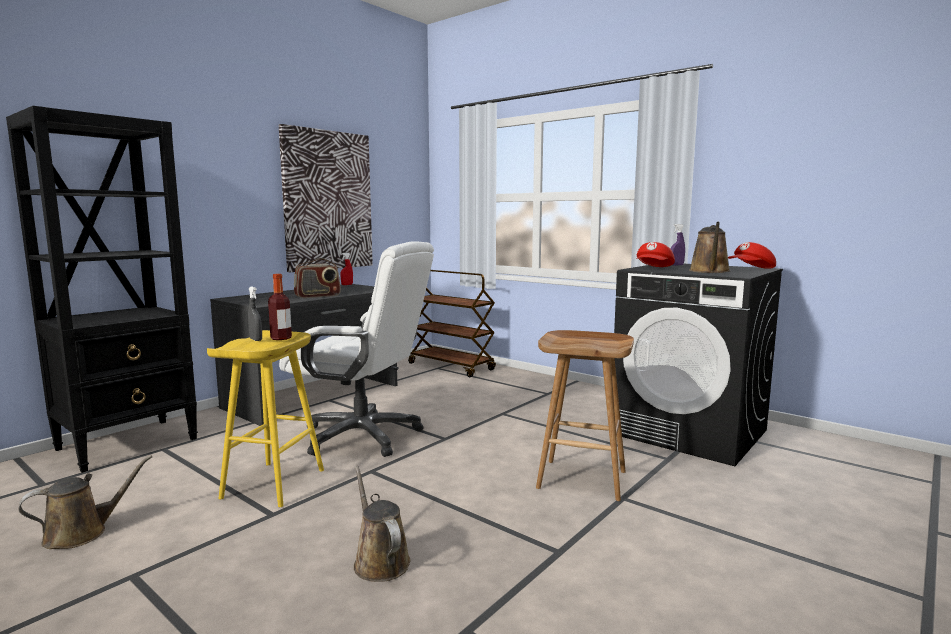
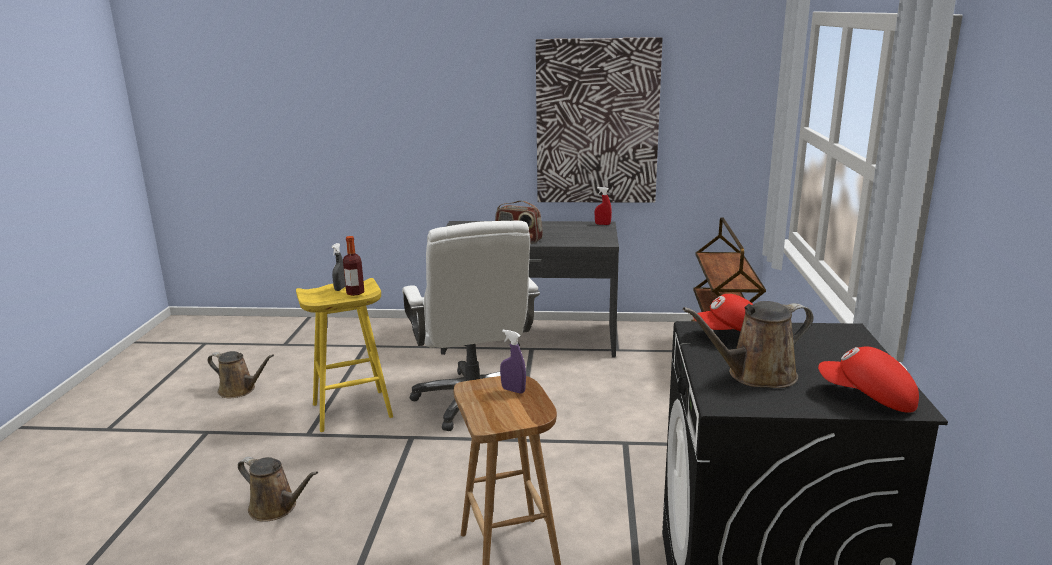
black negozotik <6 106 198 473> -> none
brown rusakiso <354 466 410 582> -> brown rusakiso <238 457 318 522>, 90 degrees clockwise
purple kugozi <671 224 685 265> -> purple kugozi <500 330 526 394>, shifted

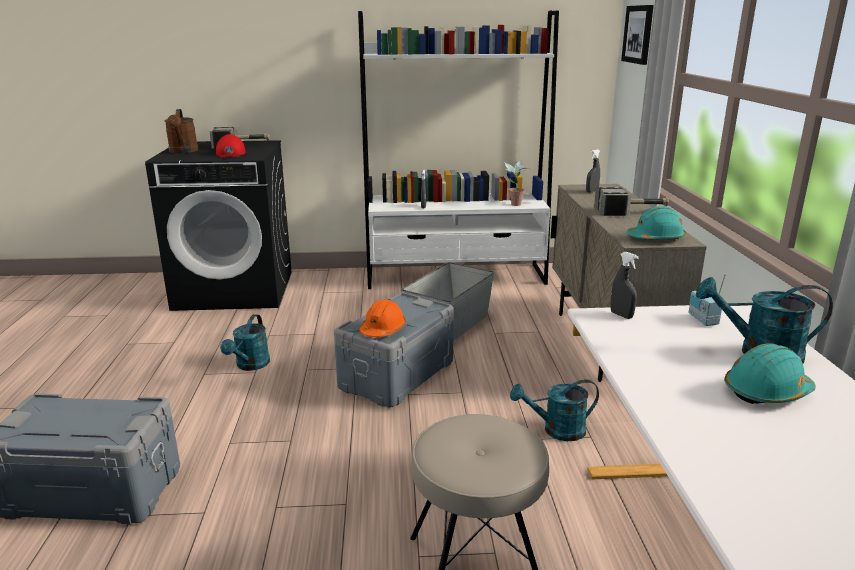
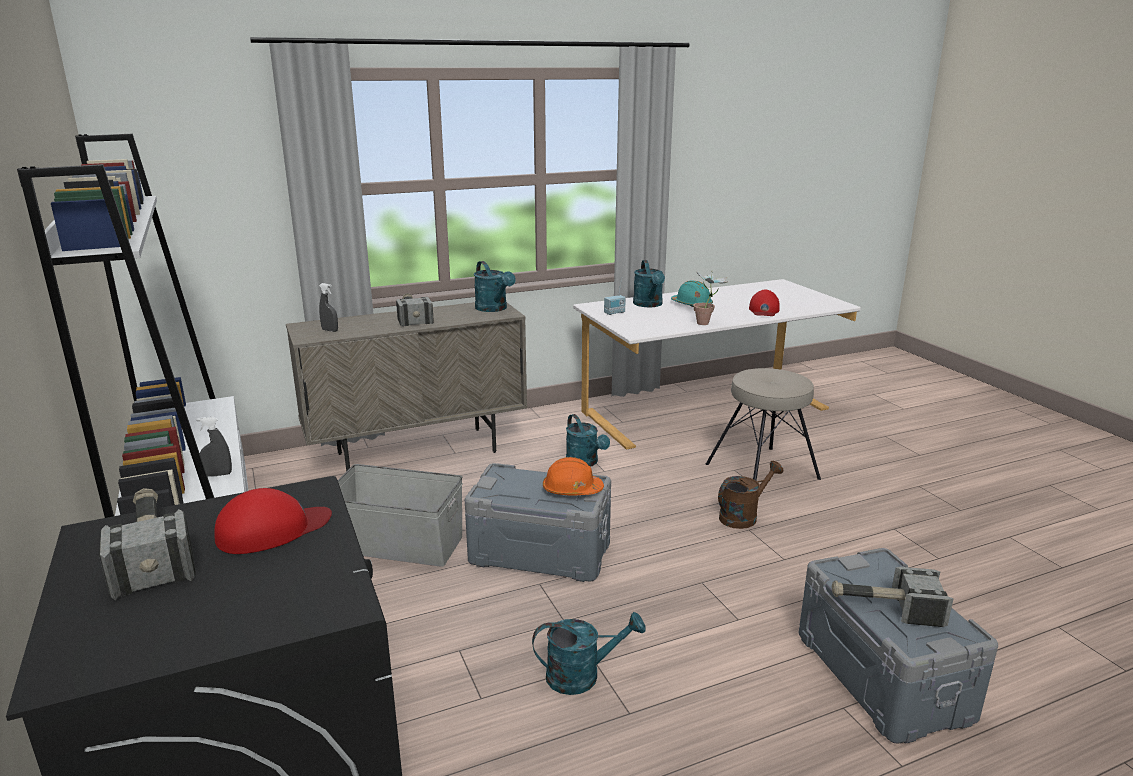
brown rusakiso <165 109 198 153> -> brown rusakiso <718 461 783 529>, shifted
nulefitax <504 159 529 206> -> nulefitax <693 271 729 325>, shifted
grey kugozi <610 252 639 319> -> none
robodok <621 5 654 65> -> none
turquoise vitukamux <627 206 686 240> -> turquoise rusakiso <474 261 516 312>
none -> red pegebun <749 290 780 316>
none -> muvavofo <832 567 954 627>

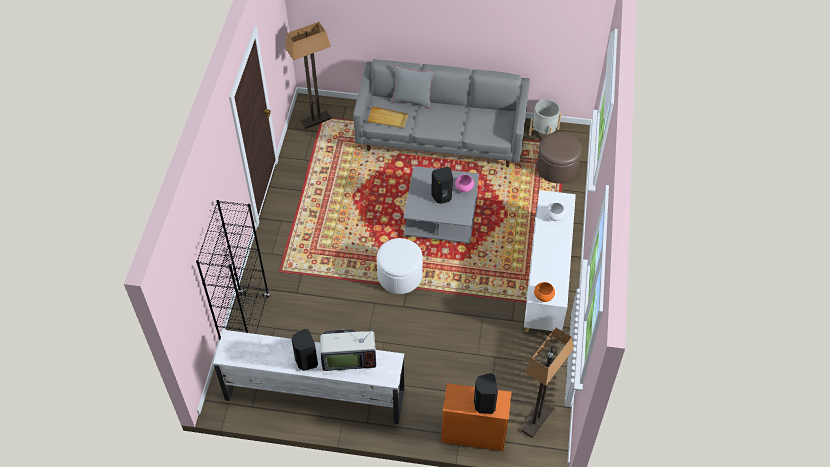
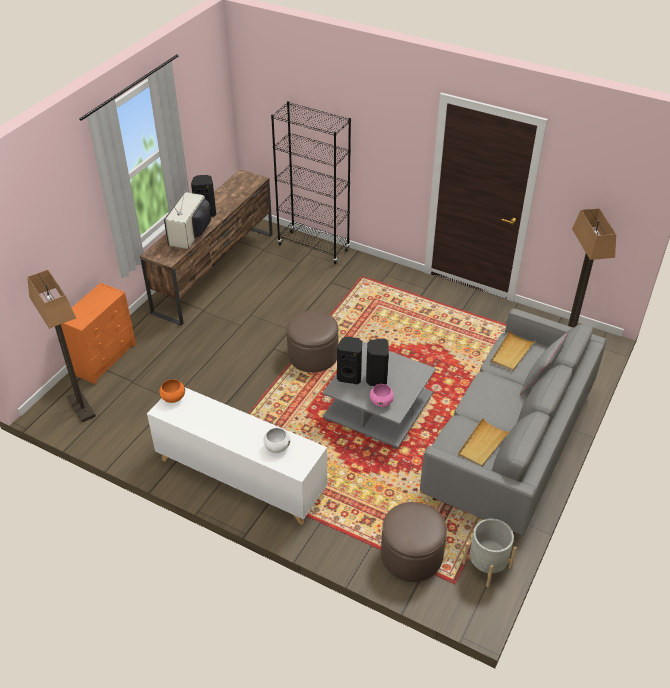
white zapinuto <213 330 404 424> -> brown zapinuto <140 169 273 326>
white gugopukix <377 238 423 294> -> brown gugopukix <287 311 338 372>
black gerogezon <474 373 498 414> -> black gerogezon <337 337 362 384>, shifted
none -> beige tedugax <458 418 510 467>

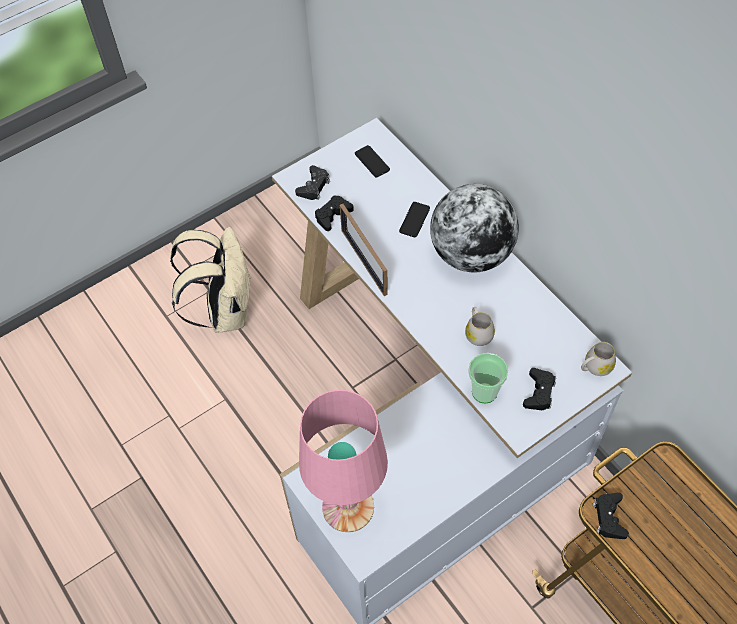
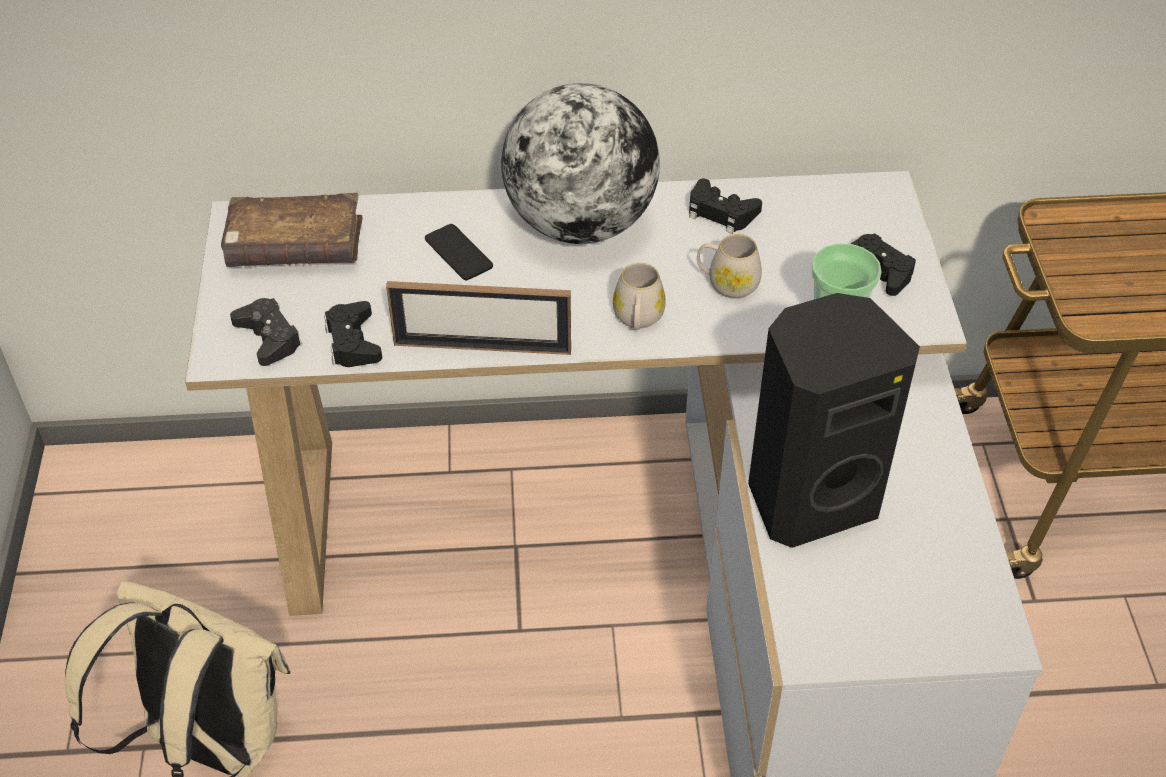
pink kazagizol <299 390 388 532> -> none
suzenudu <355 145 390 178> -> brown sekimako <221 193 362 267>
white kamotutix <581 342 616 376> -> white kamotutix <613 263 666 330>, shifted
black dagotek <593 492 629 539> -> black dagotek <689 178 762 234>, shifted
none -> black gerogezon <748 293 920 548>

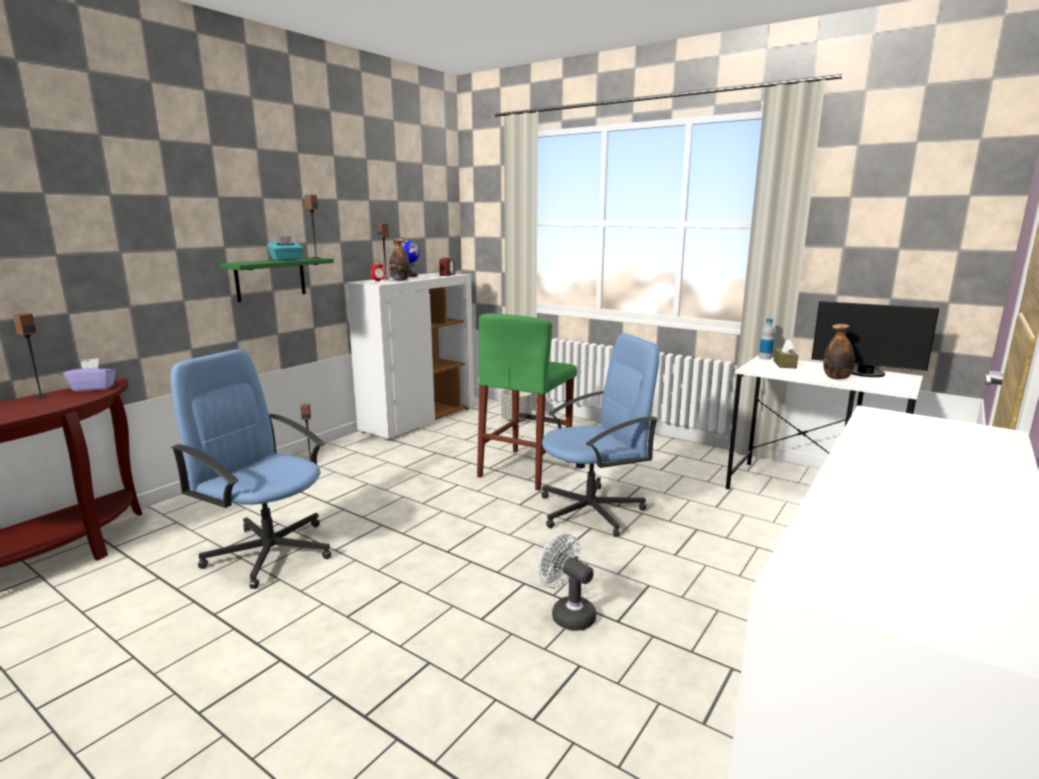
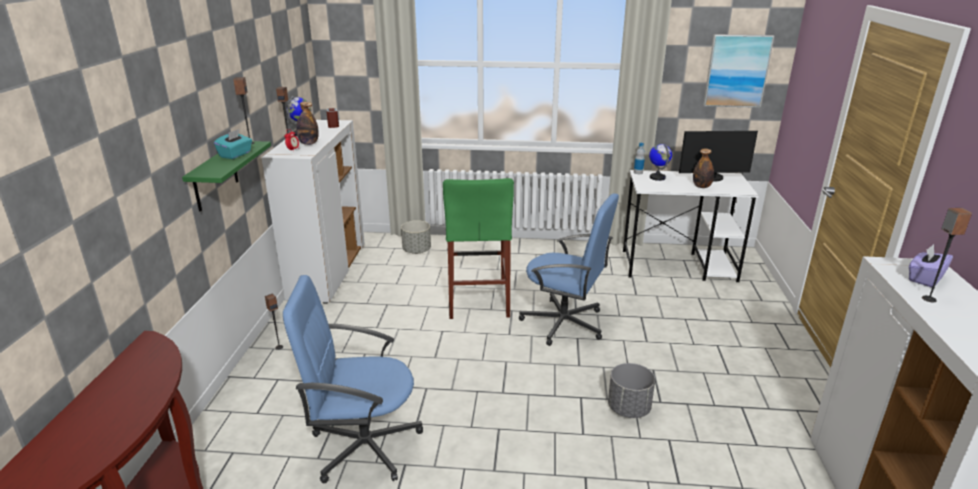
gerogezon <13 313 48 399> -> gerogezon <922 208 972 302>, shifted
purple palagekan <63 358 116 391> -> purple palagekan <909 244 953 288>, shifted
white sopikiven <537 533 596 631> -> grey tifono <608 363 655 418>
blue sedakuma <542 333 660 537> -> blue sedakuma <519 193 619 346>, 75 degrees clockwise
brown palagekan <773 339 798 368> -> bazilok <649 143 672 181>
none -> robodok <703 34 774 108>

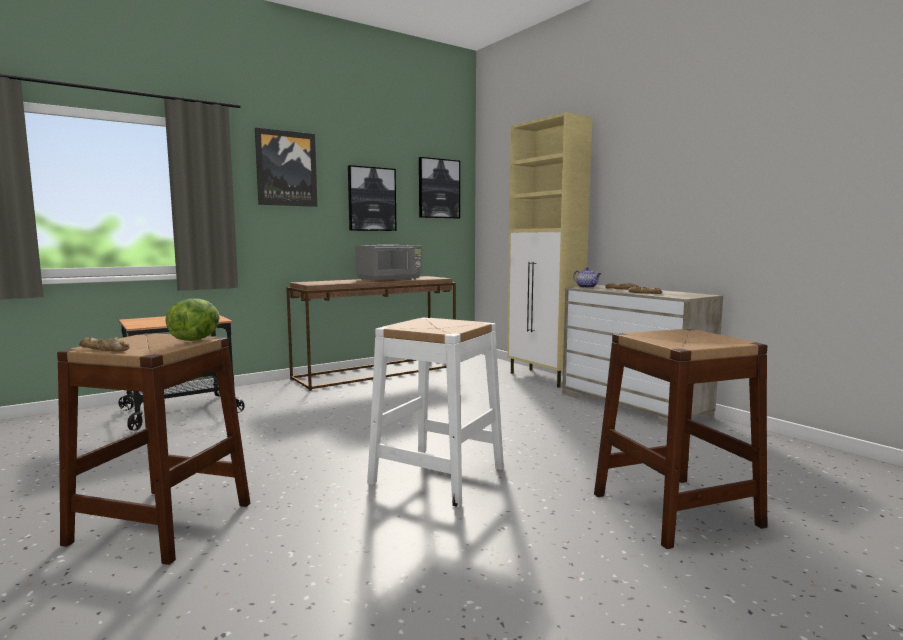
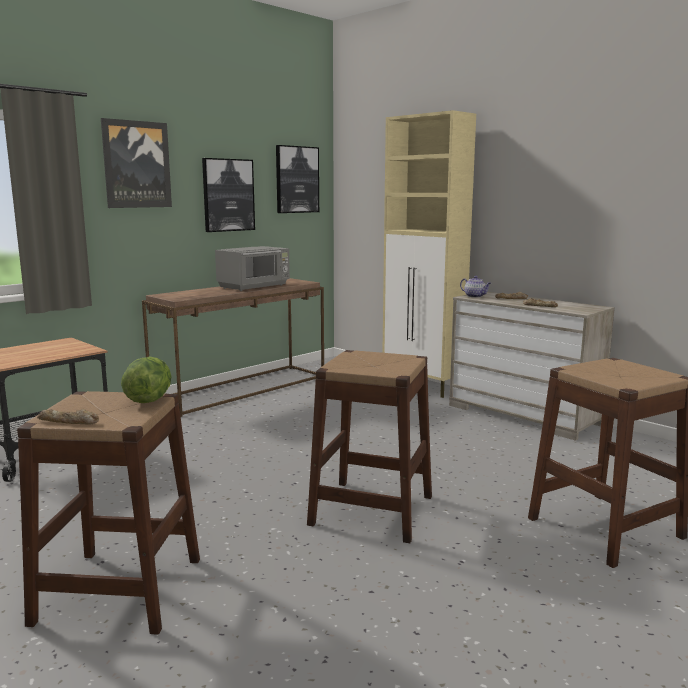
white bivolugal <367 318 504 507> -> brown bivolugal <307 350 432 543>

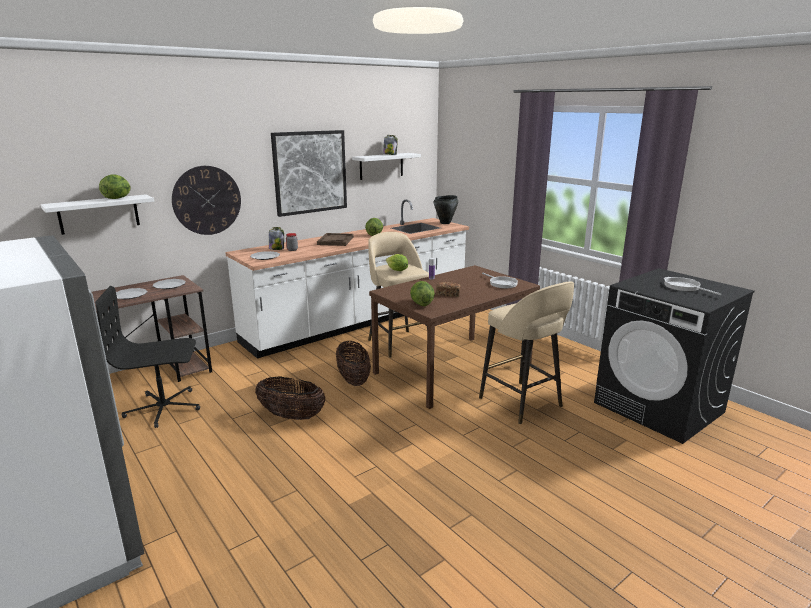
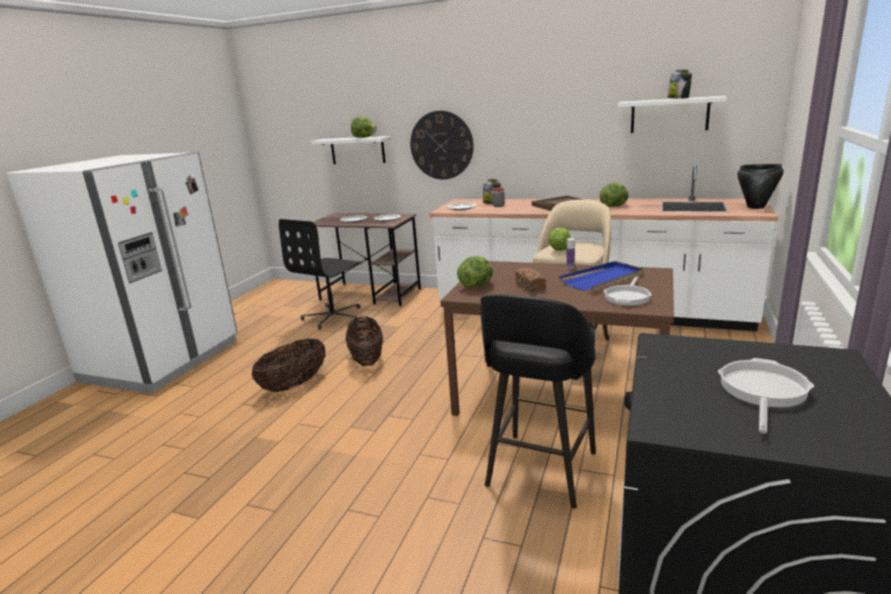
black sedakuma <95 286 200 428> -> black sedakuma <279 219 362 329>, 105 degrees counterclockwise
robodok <271 130 347 217> -> none
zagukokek <336 341 371 386> -> zagukokek <252 339 326 392>, shifted
beige bivolugal <479 282 574 424> -> black bivolugal <480 294 596 509>
none -> blue tedugax <559 261 644 291>

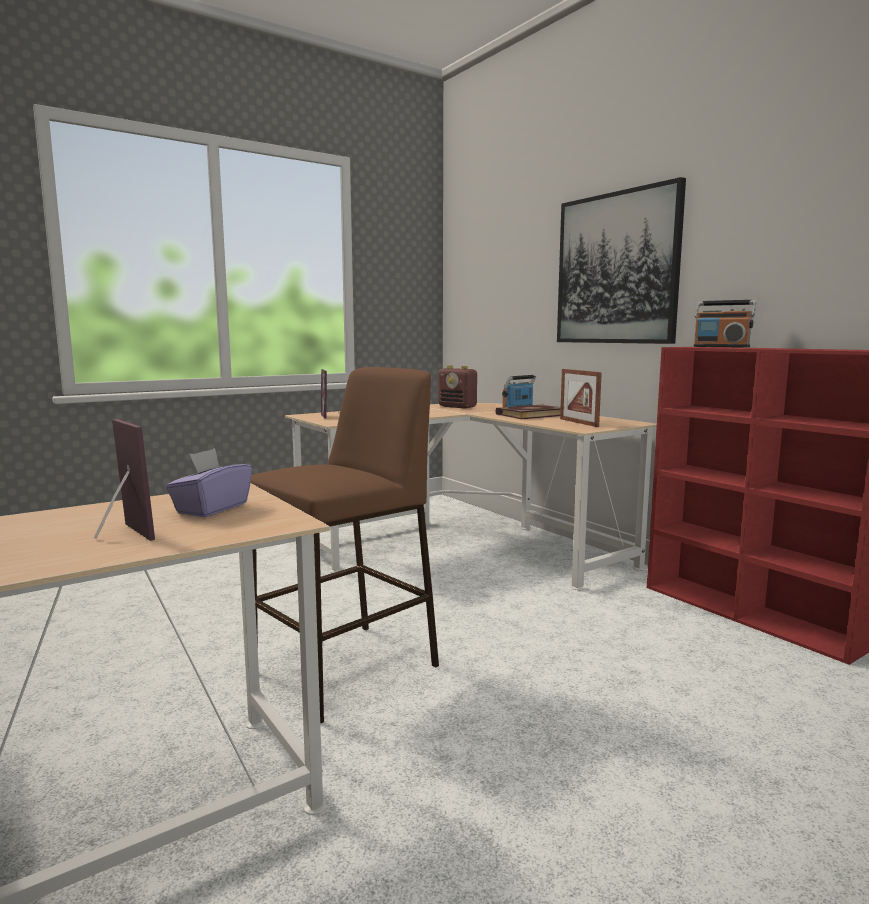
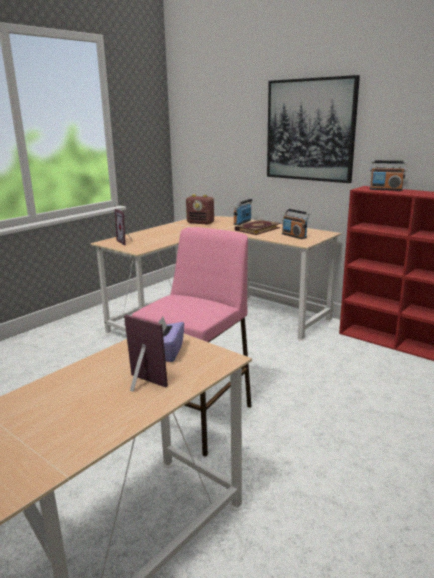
brown bivolugal <251 367 439 724> -> pink bivolugal <132 227 251 457>
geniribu <560 369 602 427> -> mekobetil <282 209 310 239>

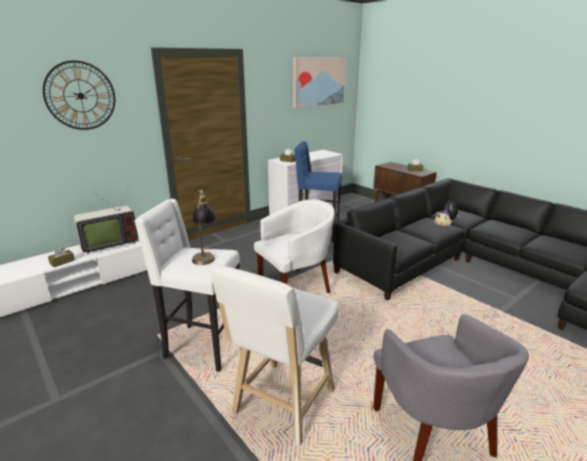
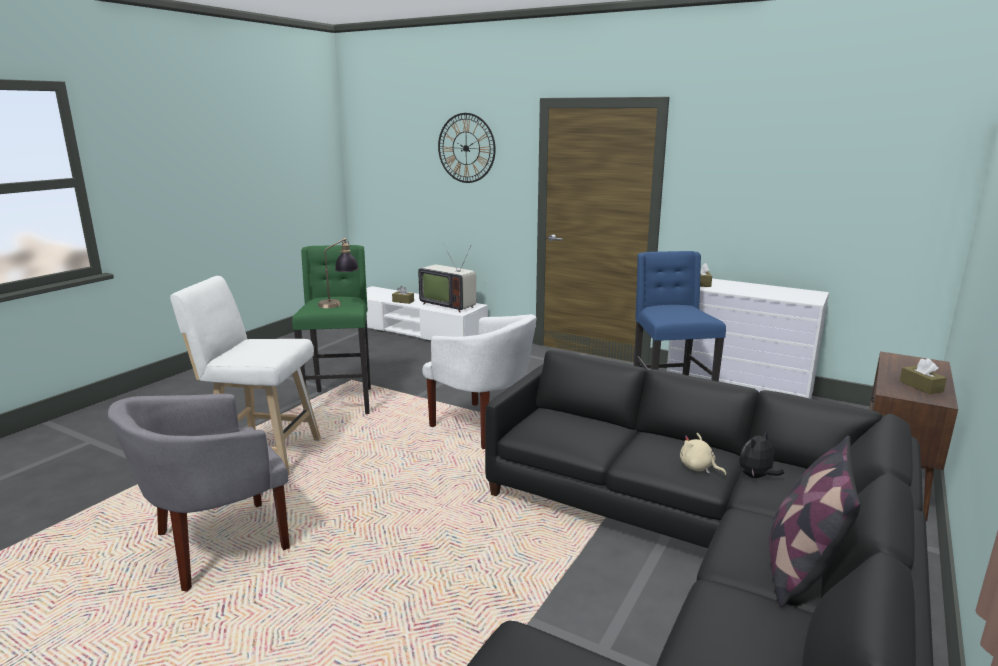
white bivolugal <134 199 240 372> -> green bivolugal <292 245 371 414>
robodok <293 57 346 108> -> none
none -> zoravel <769 436 860 607>

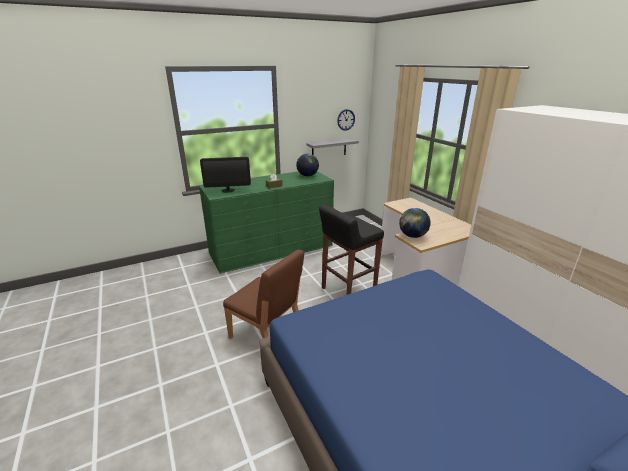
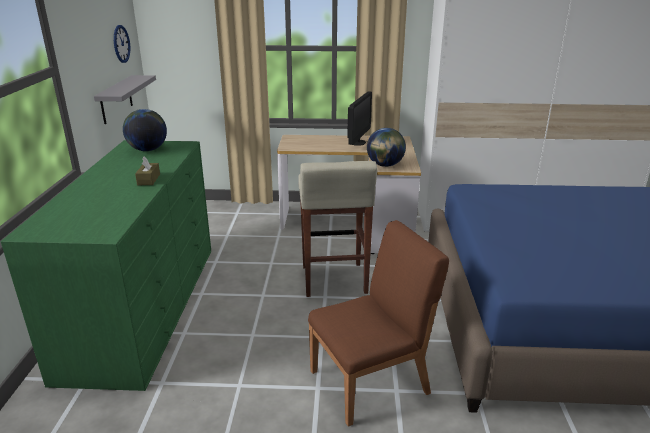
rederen <200 157 251 193> -> rederen <347 91 372 146>, shifted
black bivolugal <319 204 384 295> -> beige bivolugal <298 161 378 297>

